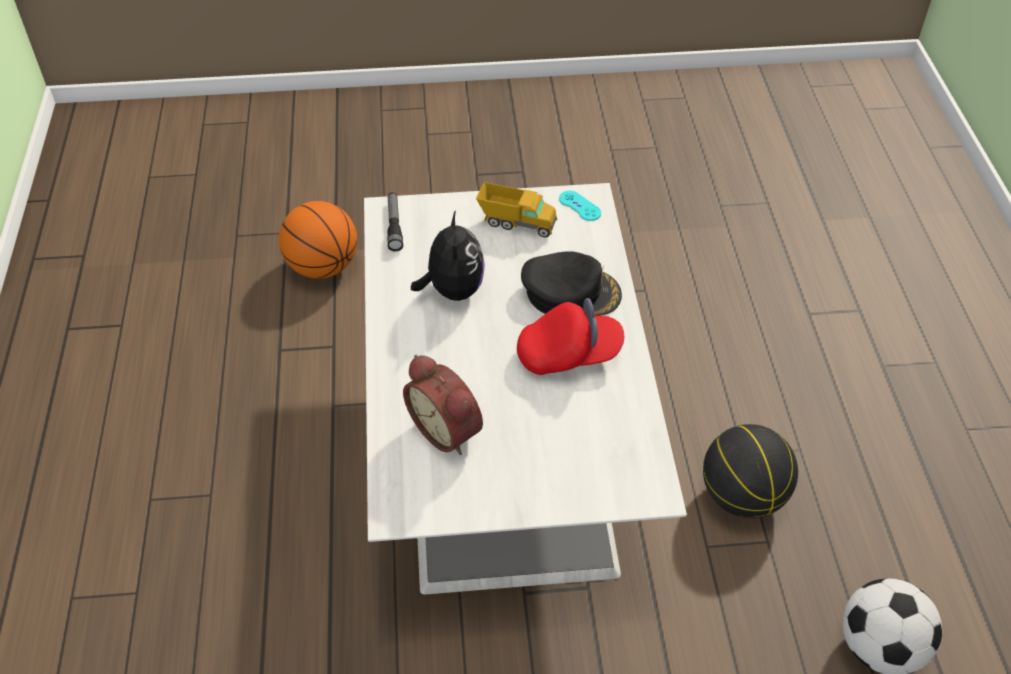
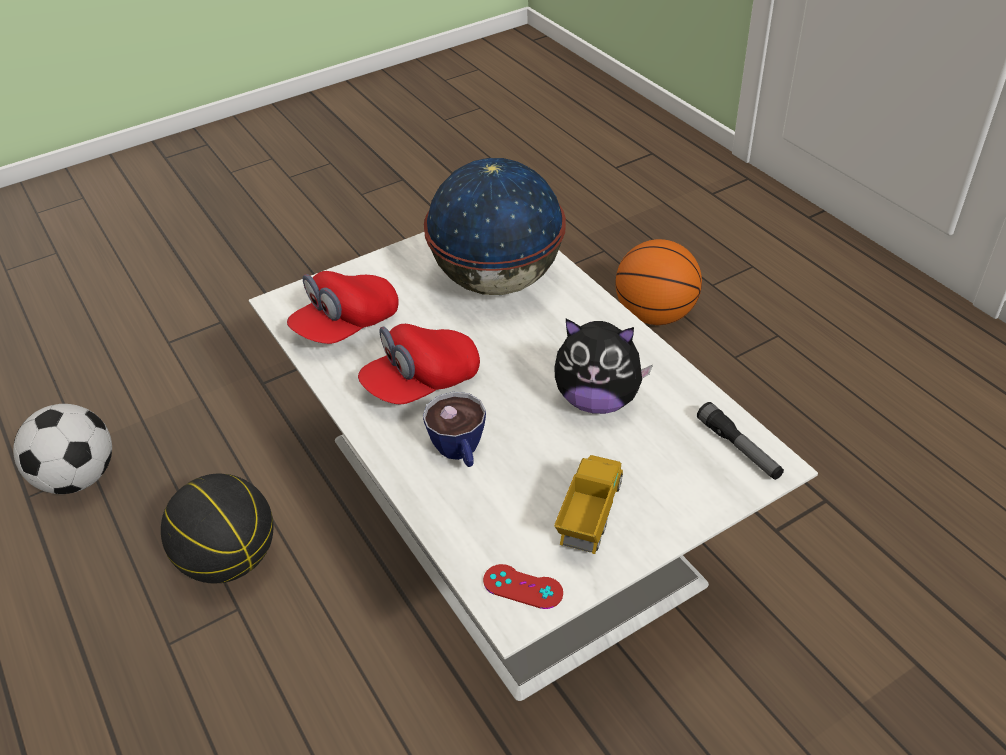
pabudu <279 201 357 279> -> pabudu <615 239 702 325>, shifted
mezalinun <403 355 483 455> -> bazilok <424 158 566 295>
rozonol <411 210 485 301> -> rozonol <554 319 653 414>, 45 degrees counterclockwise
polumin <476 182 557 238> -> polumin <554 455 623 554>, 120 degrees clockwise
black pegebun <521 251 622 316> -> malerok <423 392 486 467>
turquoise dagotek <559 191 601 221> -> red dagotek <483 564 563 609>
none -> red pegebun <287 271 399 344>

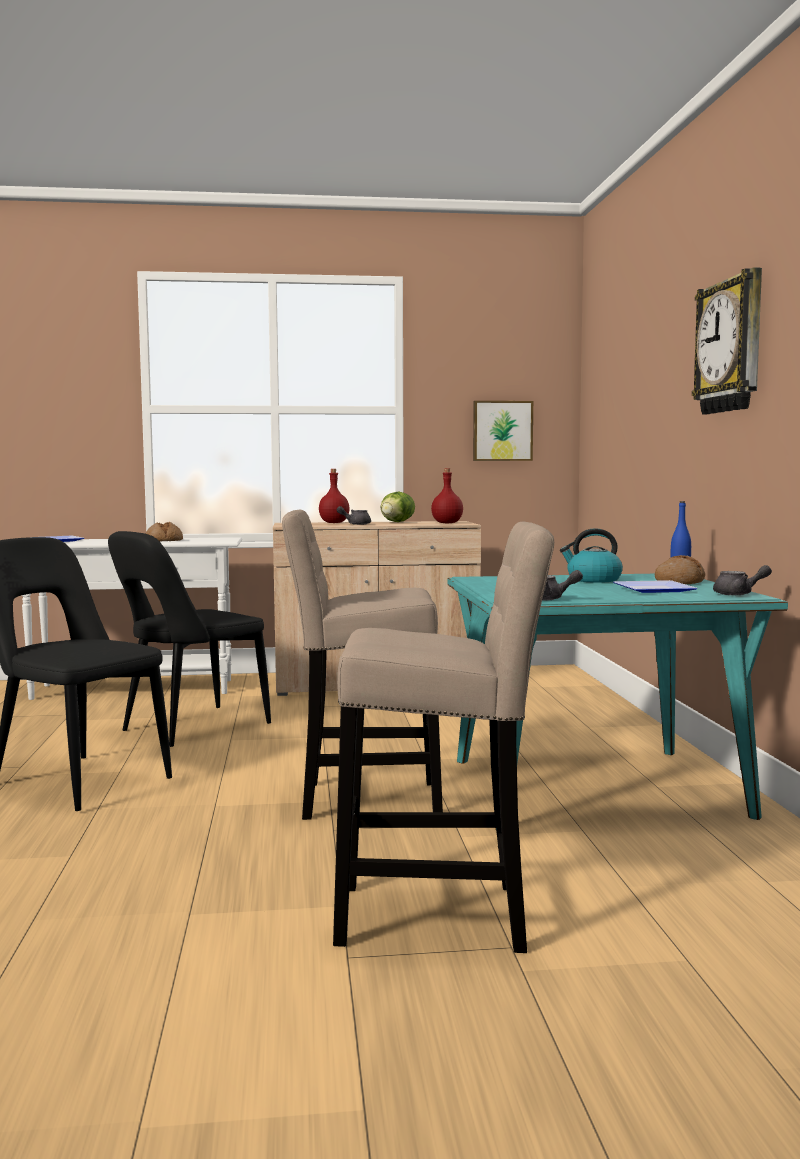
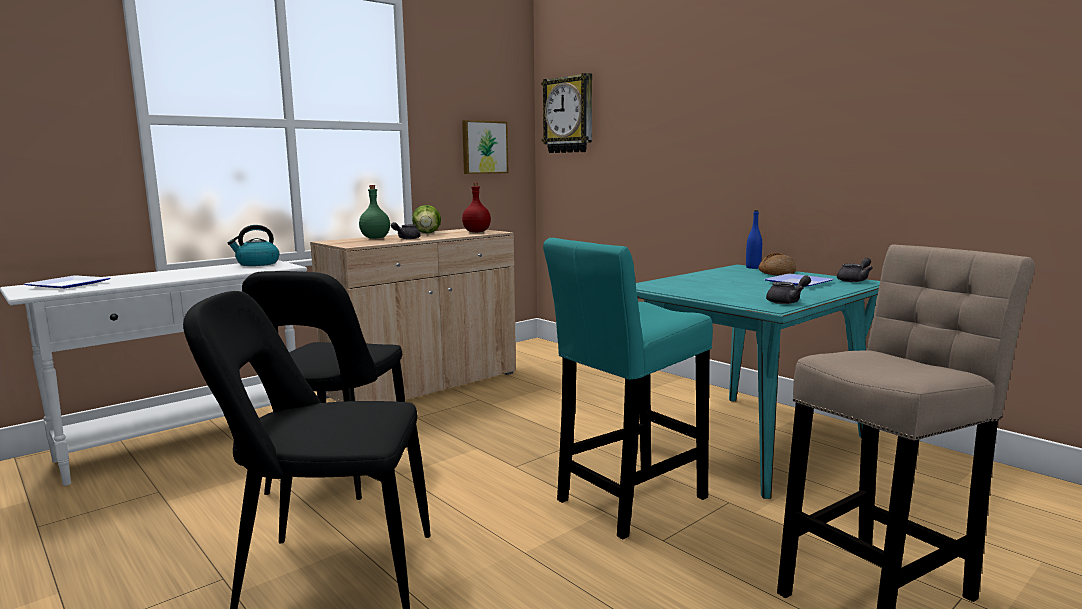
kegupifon <146 522 183 541> -> none
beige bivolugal <282 510 443 820> -> turquoise bivolugal <543 238 713 539>
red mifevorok <319 469 350 523> -> green mifevorok <359 185 390 239>
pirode <560 528 623 583> -> pirode <227 225 279 266>, shifted
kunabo <692 267 762 414> -> kunabo <541 73 592 153>, shifted

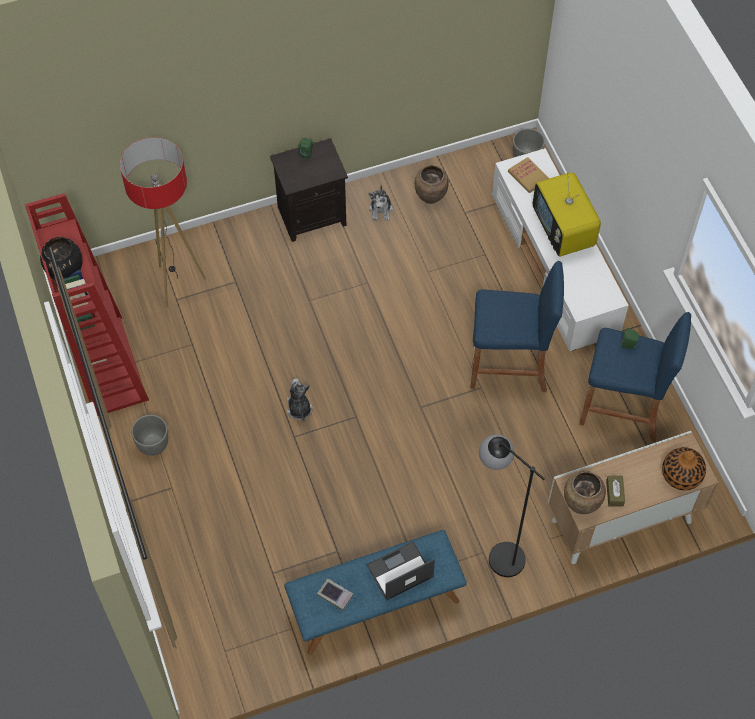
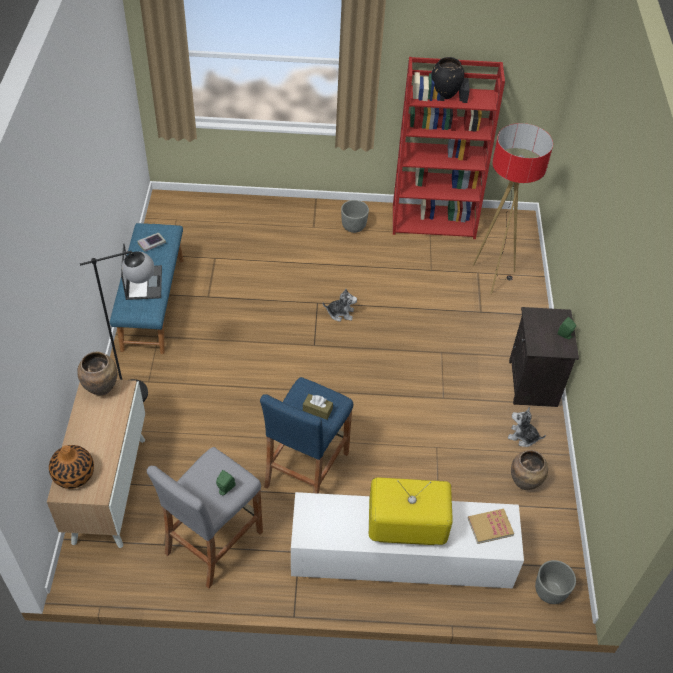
blue bivolugal <579 312 691 442> -> grey bivolugal <147 447 263 588>
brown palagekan <606 476 625 507> -> brown palagekan <303 394 333 420>, shifted

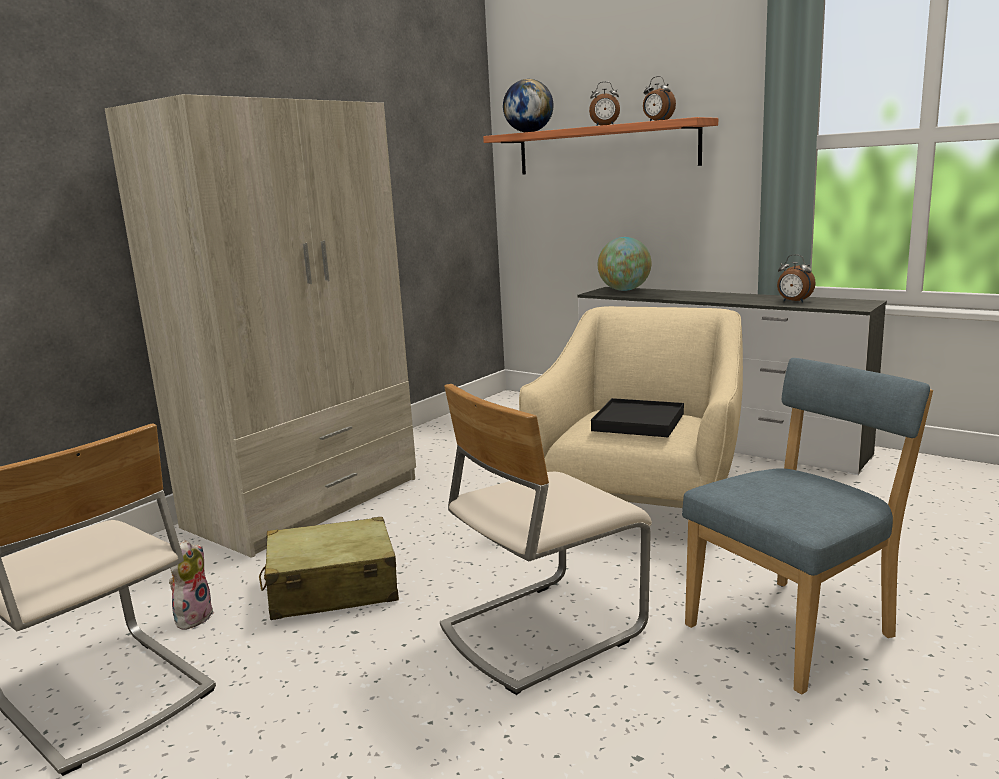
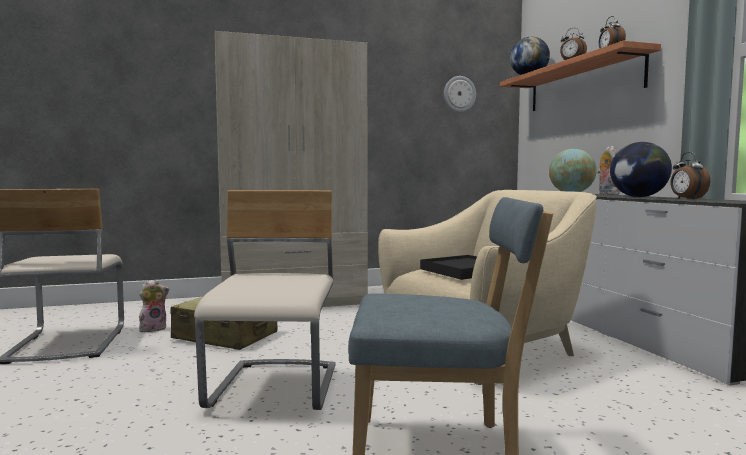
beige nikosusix <440 384 652 695> -> beige nikosusix <194 190 336 410>, 90 degrees clockwise
none -> kunabo <444 76 476 112>
none -> rozonol <597 146 620 195>
none -> bazilok <610 142 672 197>

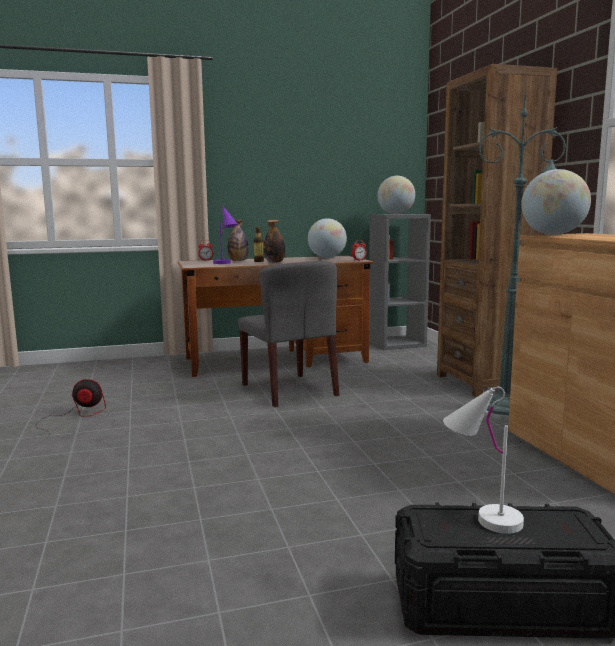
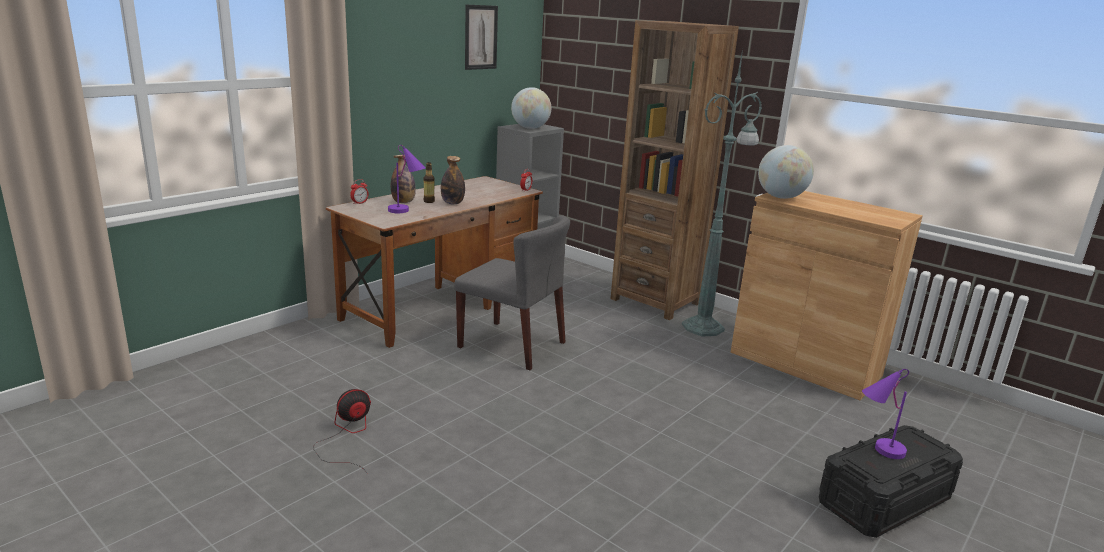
bazilok <308 218 347 258> -> none
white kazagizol <443 387 524 534> -> purple kazagizol <862 369 909 459>
none -> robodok <465 5 498 70>

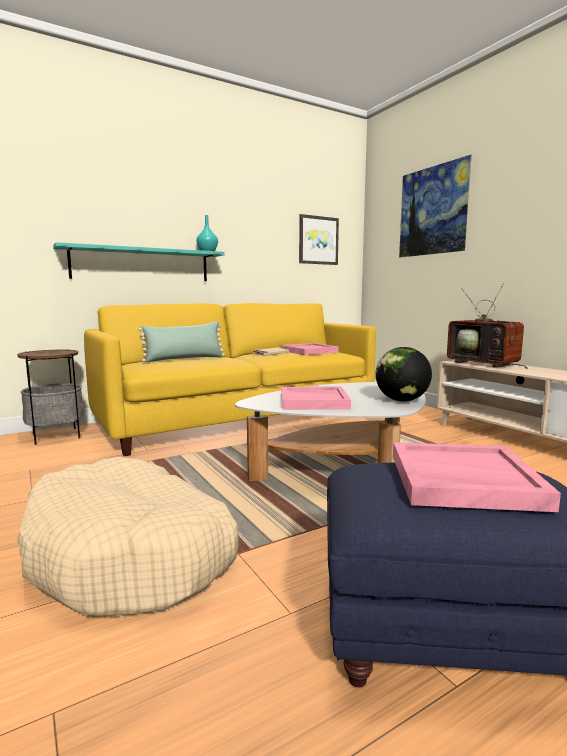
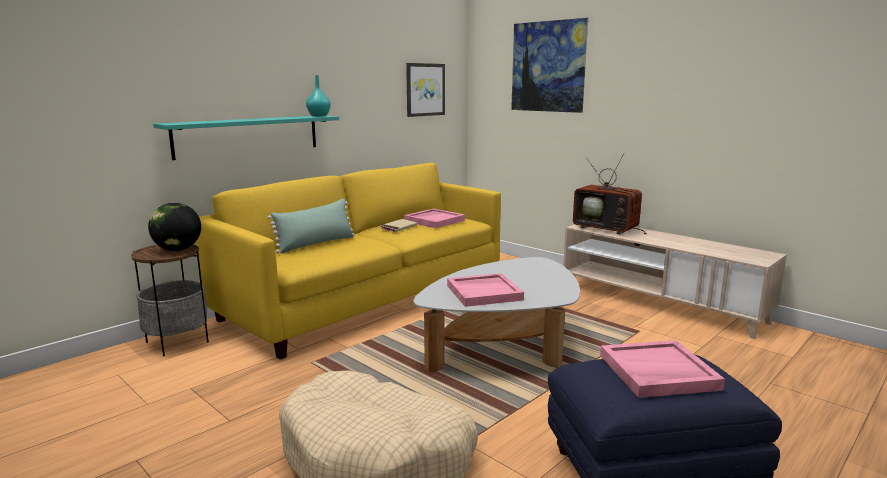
bazilok <375 347 432 401> -> bazilok <148 203 201 251>, shifted

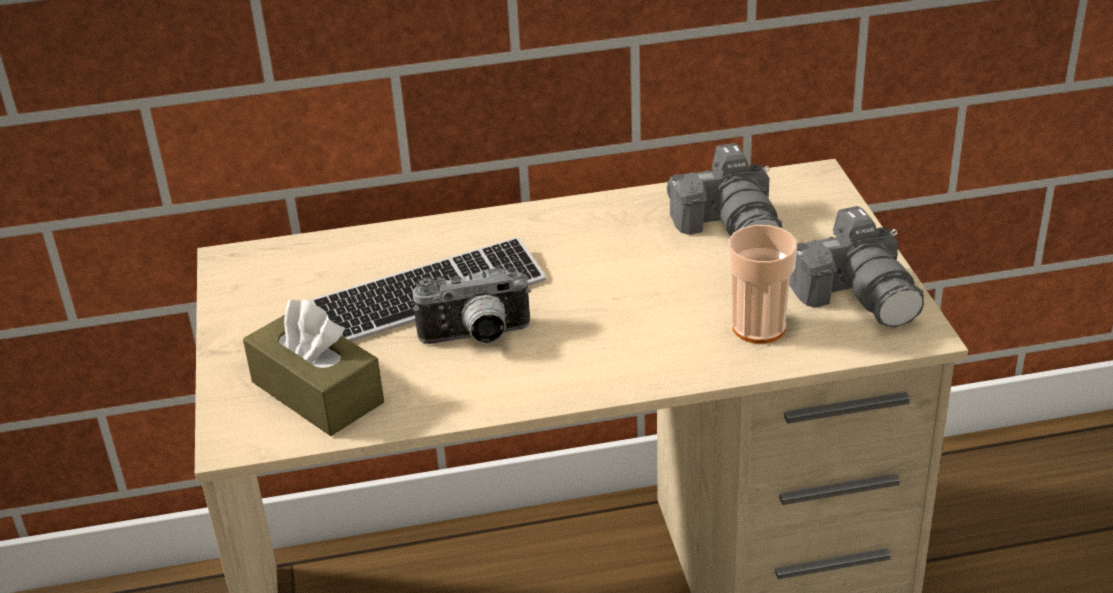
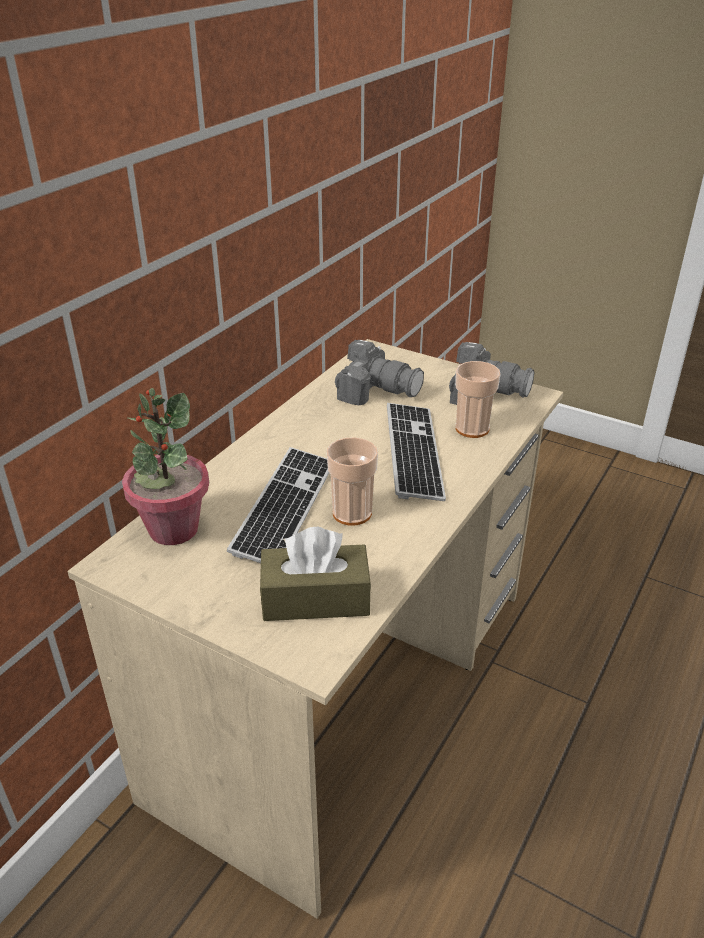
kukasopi <413 267 531 344> -> malerok <327 437 378 526>
none -> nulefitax <122 388 209 545>
none -> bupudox <387 403 446 501>

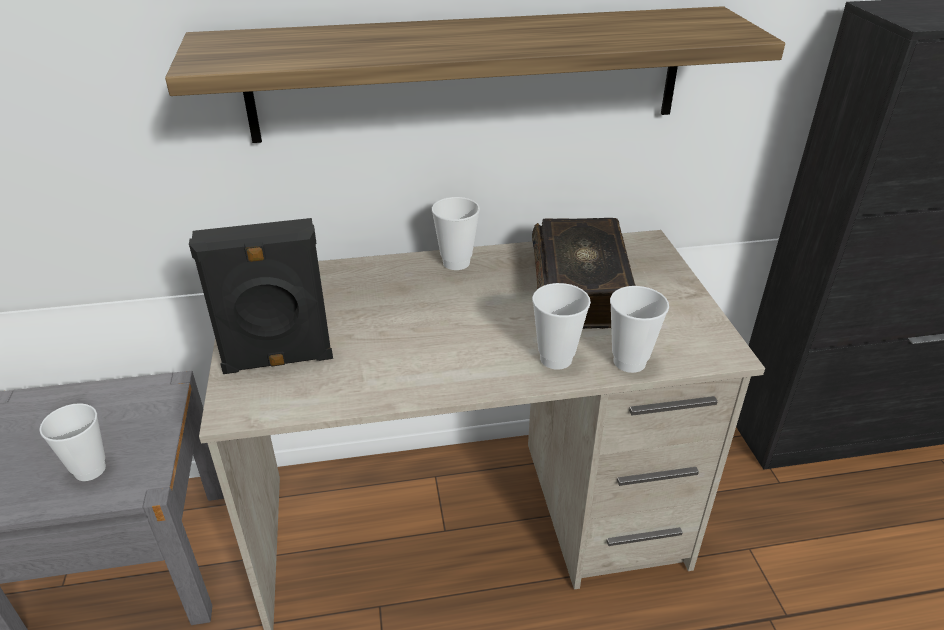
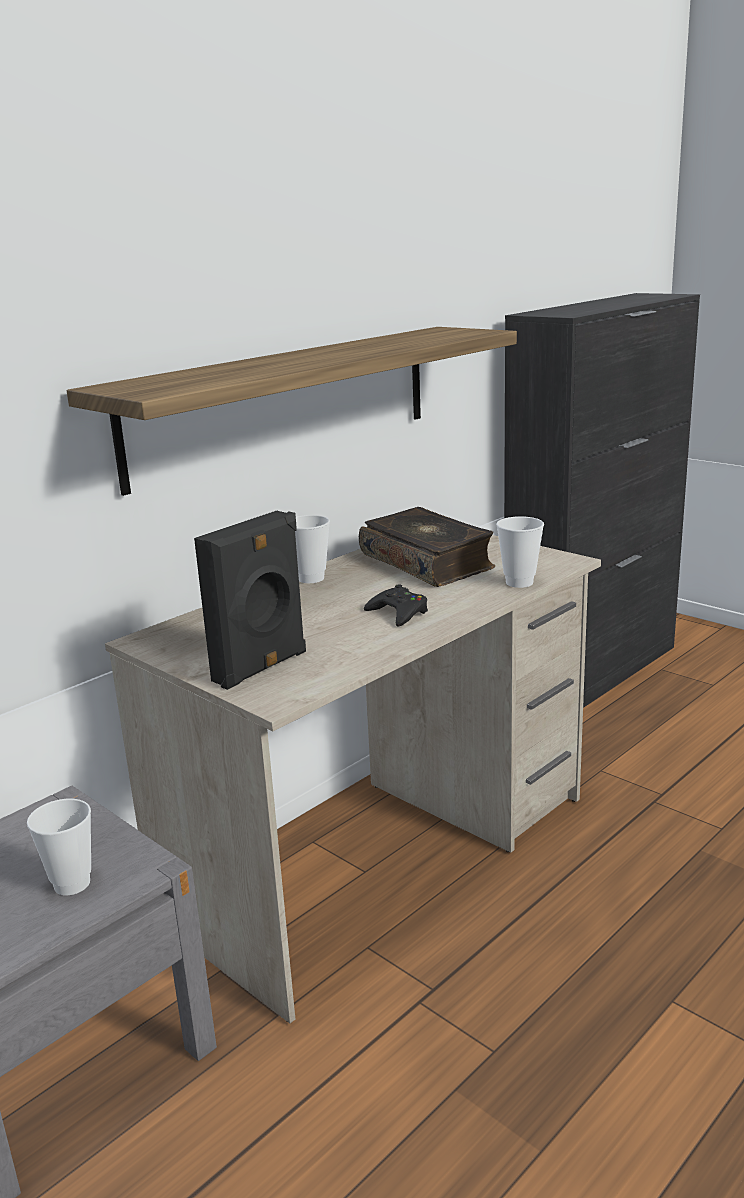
malerok <532 283 591 370> -> none
none -> black dagotek <364 584 428 627>

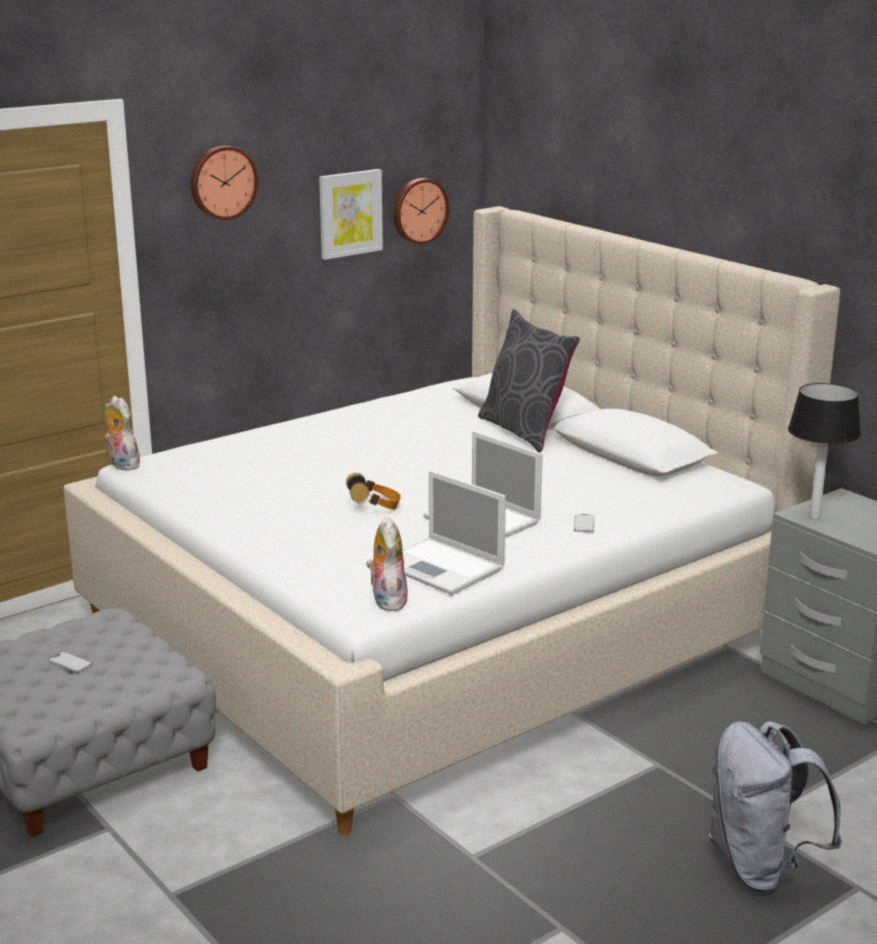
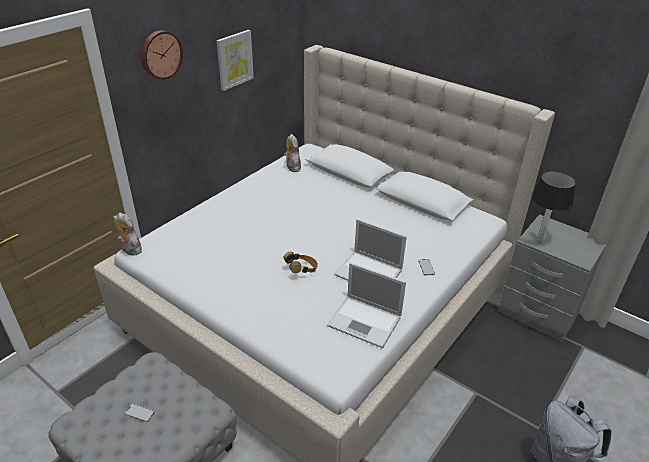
rozonol <366 516 408 611> -> rozonol <284 134 301 172>, shifted
kunabo <393 178 450 244> -> none
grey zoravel <478 309 580 452> -> none

